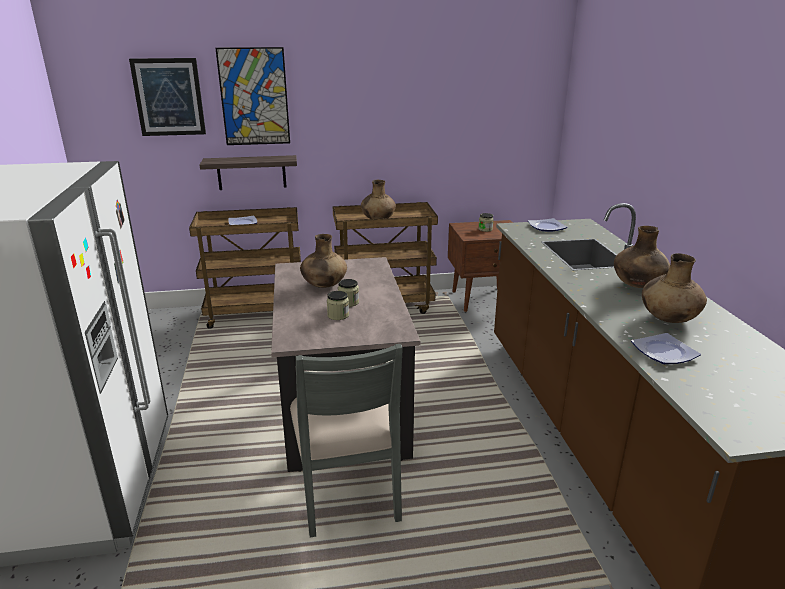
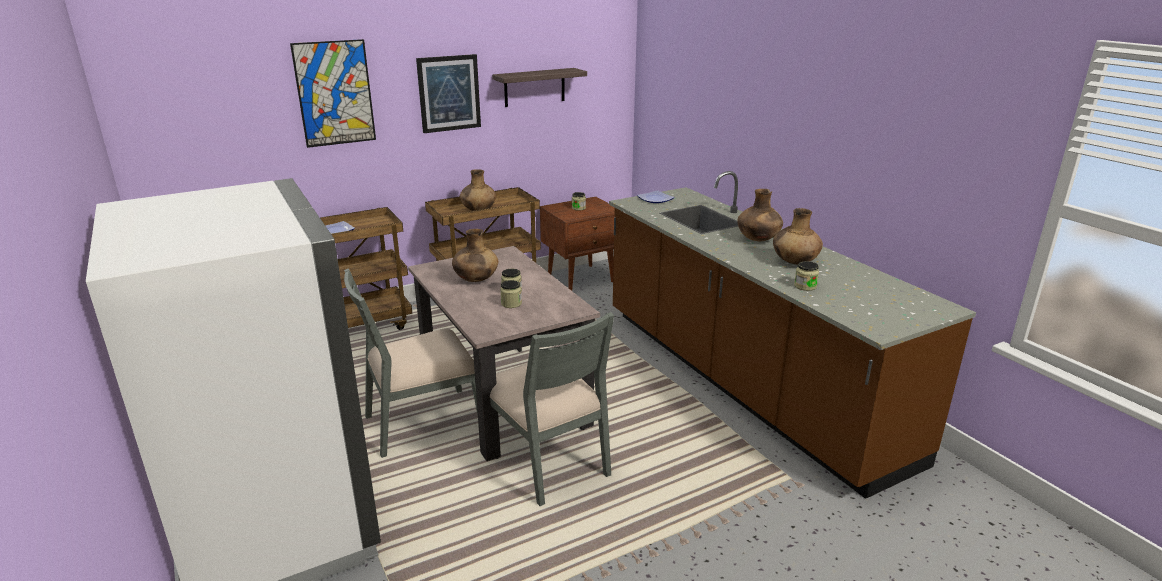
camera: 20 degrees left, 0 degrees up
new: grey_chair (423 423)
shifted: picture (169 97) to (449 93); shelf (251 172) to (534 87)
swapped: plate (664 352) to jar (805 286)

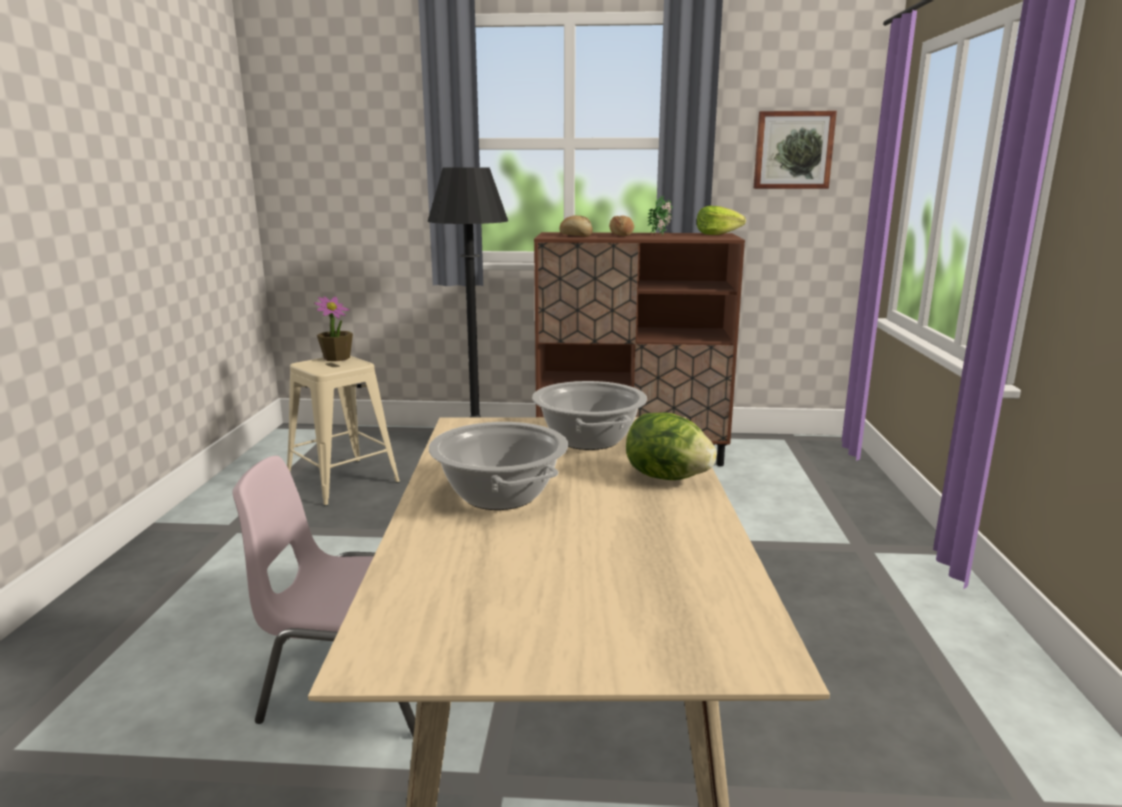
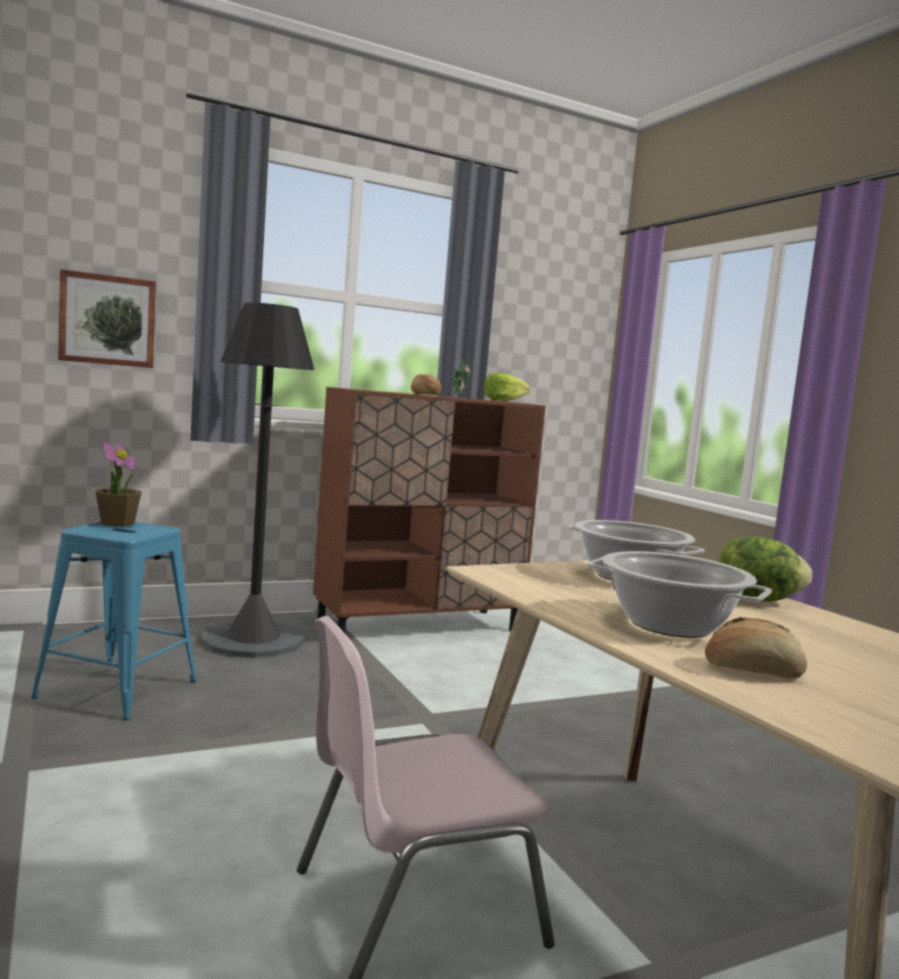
camera: 30 degrees left, 10 degrees down
shifted: picture (793 150) to (107 320); bread (576 235) to (752 671)
repainted: beige_stool (343 482) to blue_stool (118 689)

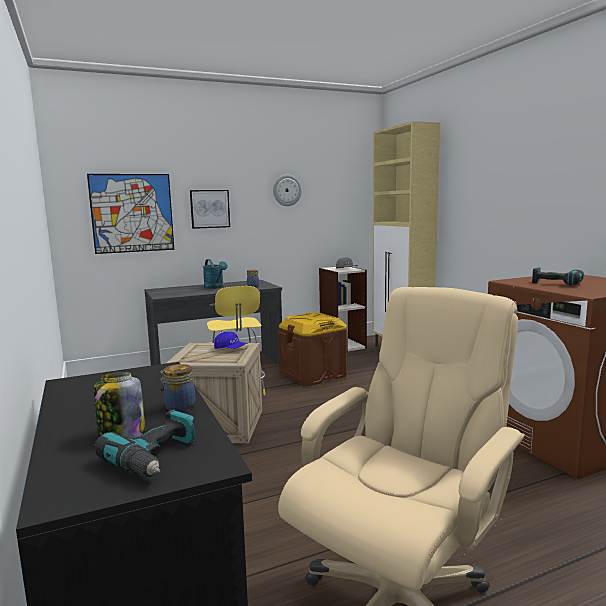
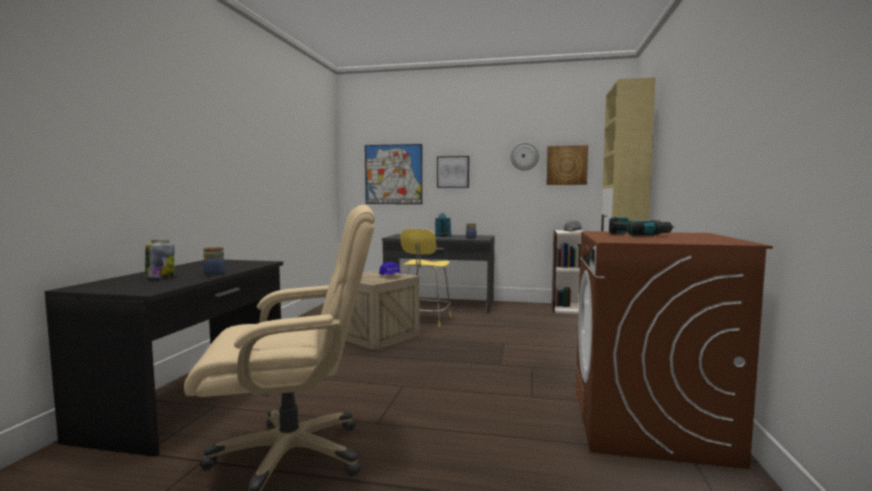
camera: 35 degrees right, 5 degrees down
gone: power_drill (156 458); brown_storage_box (313 374)
new: picture (566 165)

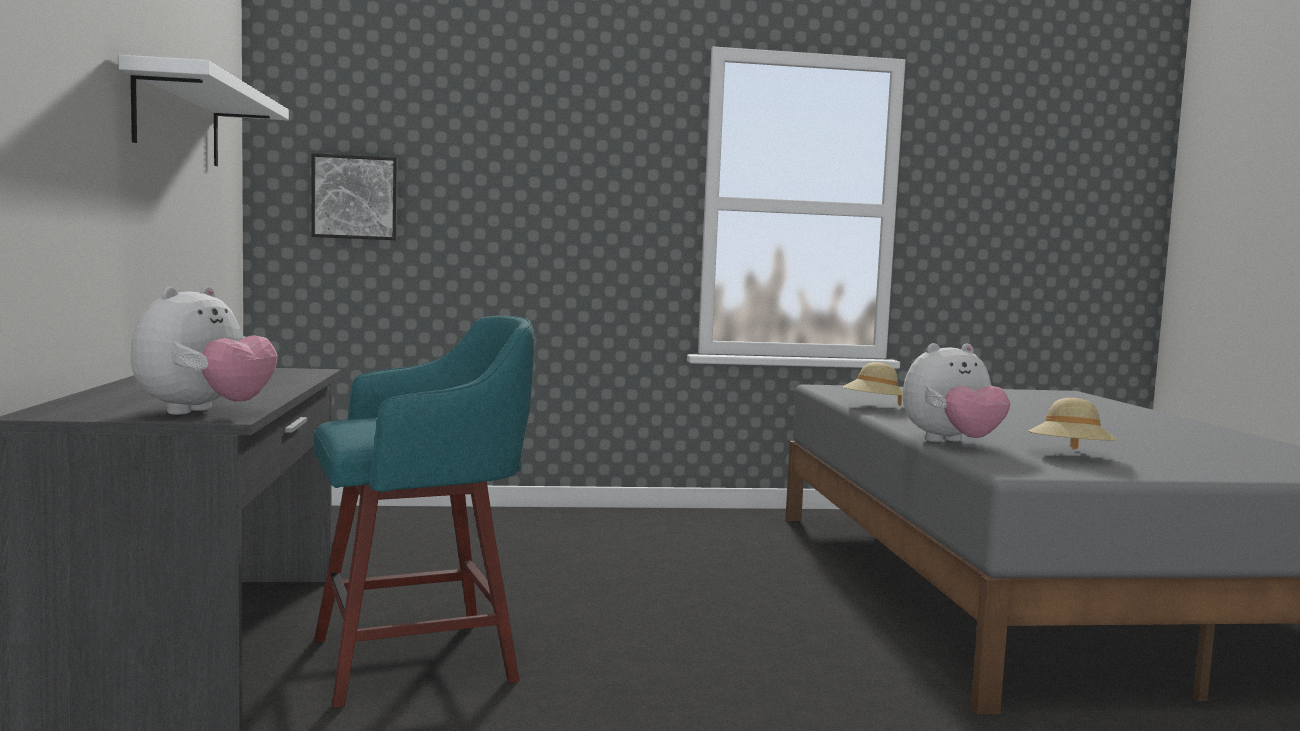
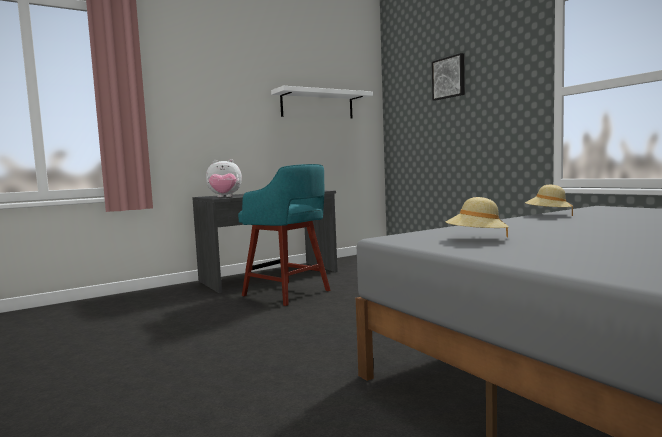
camera: 65 degrees right, 0 degrees up
gone: plush_toy (952 443)
shifted: picture (355 197) to (449 77)

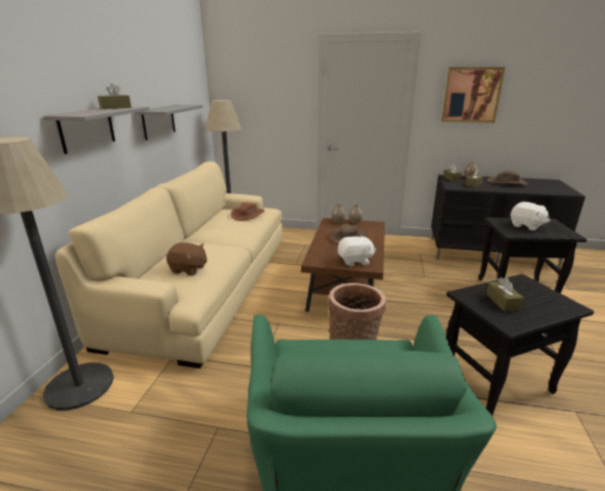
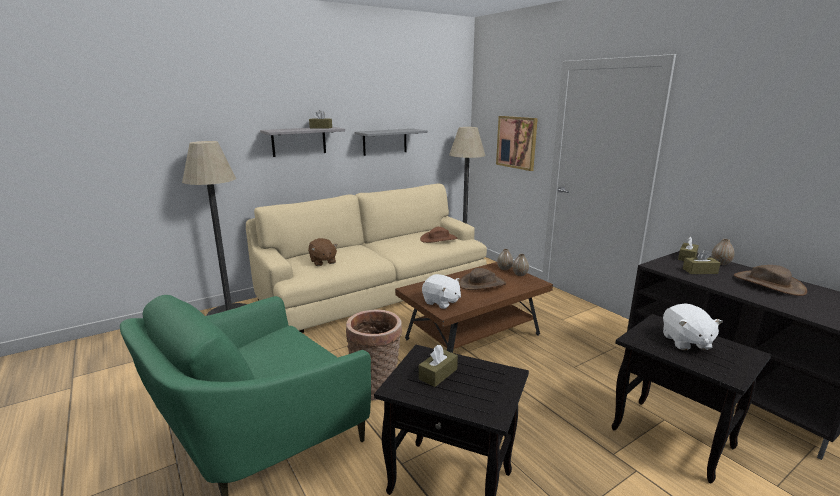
camera: 45 degrees right, 5 degrees down
shifted: picture (471 95) to (516 142)

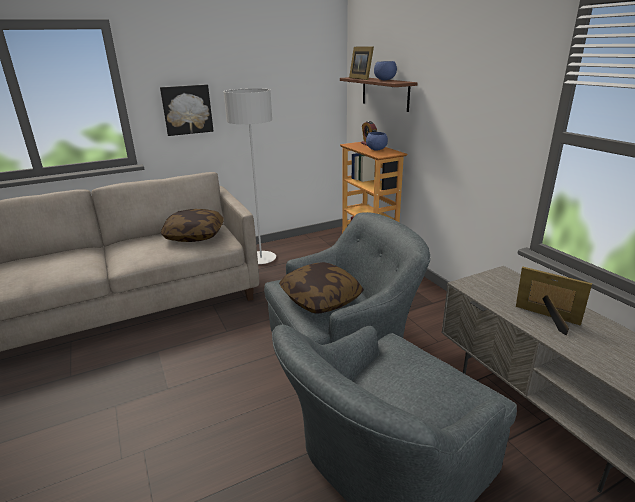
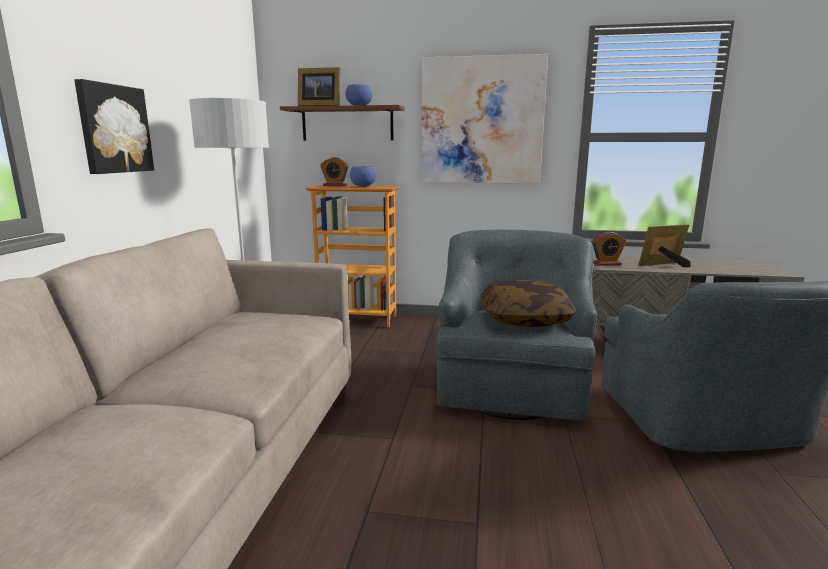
camera: 55 degrees left, 10 degrees down
gone: pillow (194 235)
new: picture (481 121); alarm_clock (606 264)

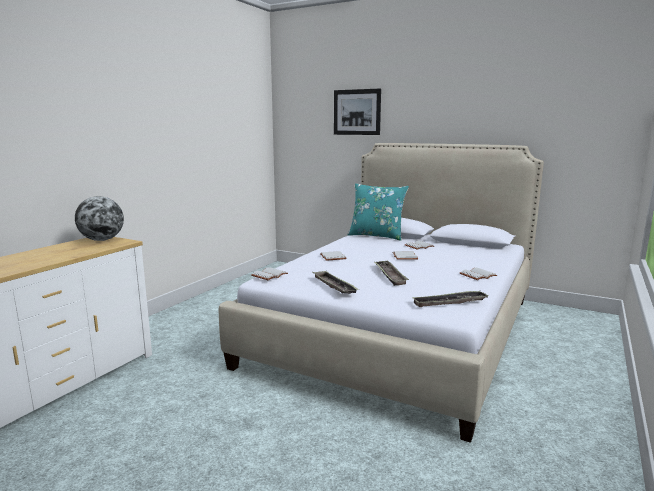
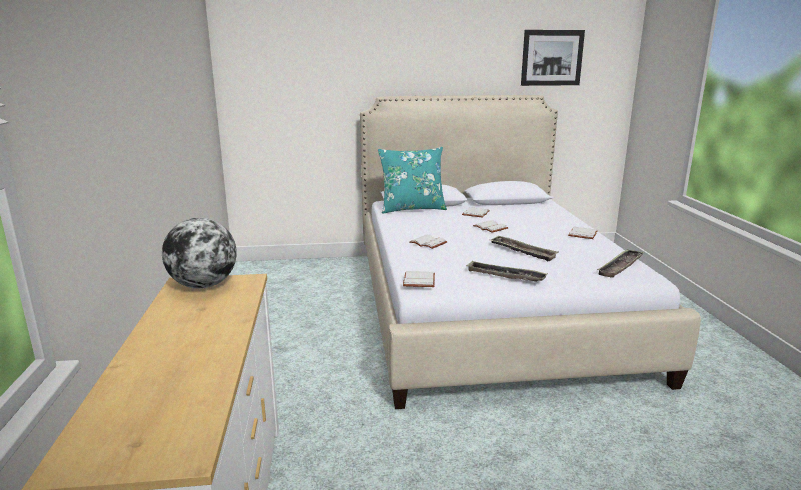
camera: 35 degrees left, 5 degrees up
shifted: picture (357 112) to (552 58)

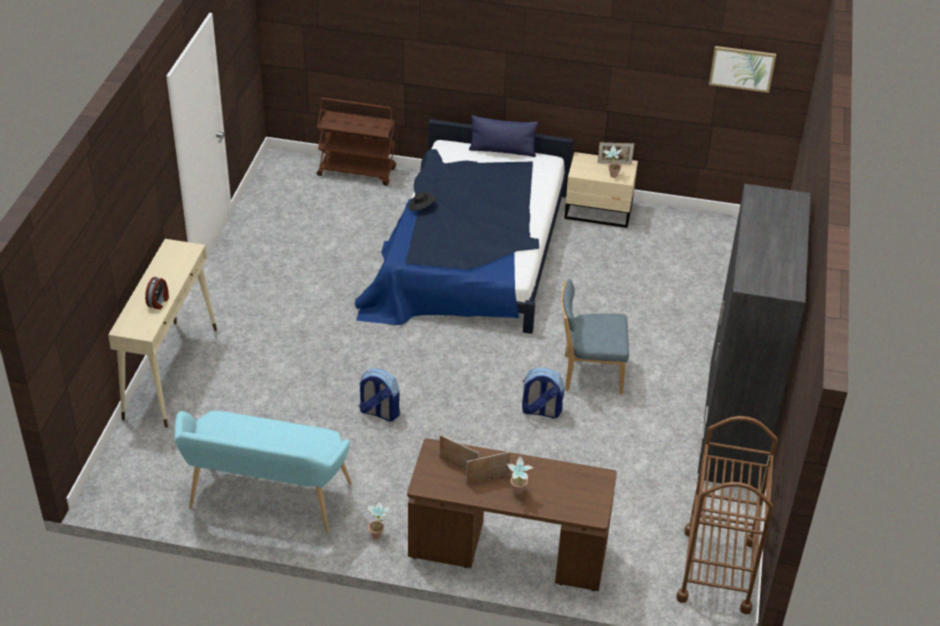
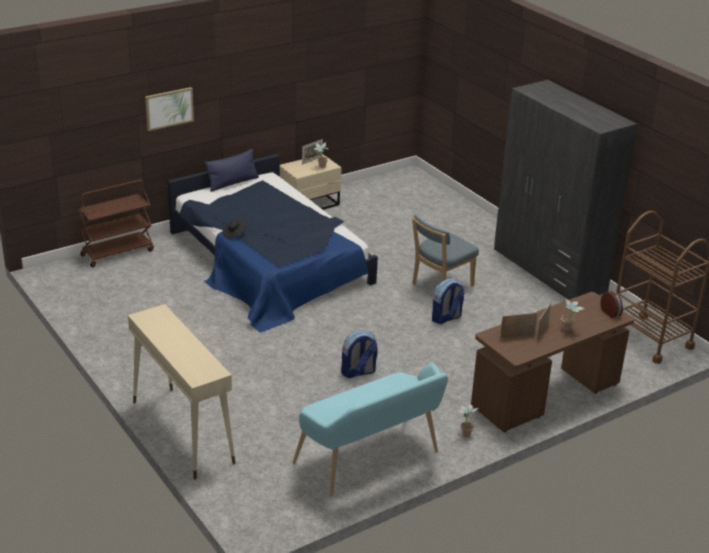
camera: 45 degrees left, 10 degrees down
shifted: picture (742 68) to (169 108); alarm_clock (159 302) to (610 312)

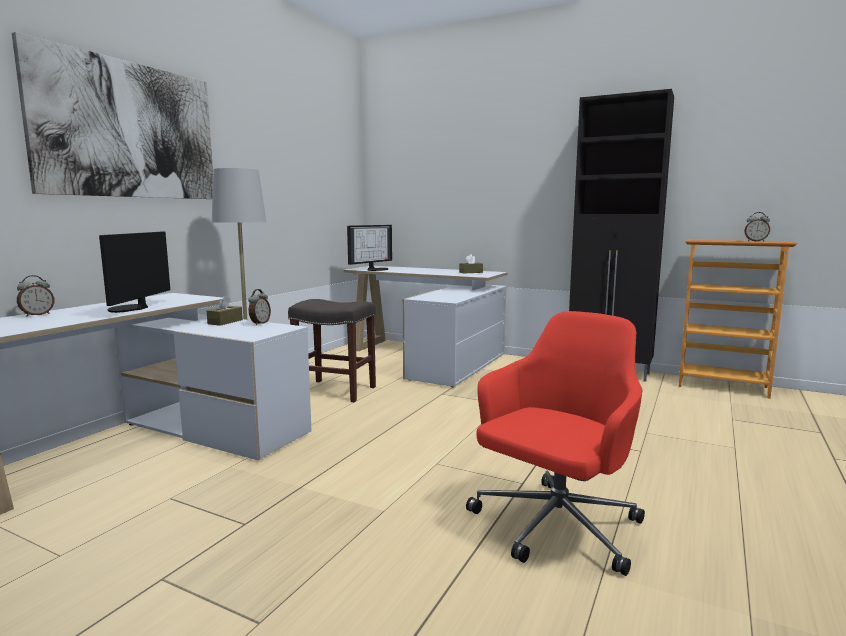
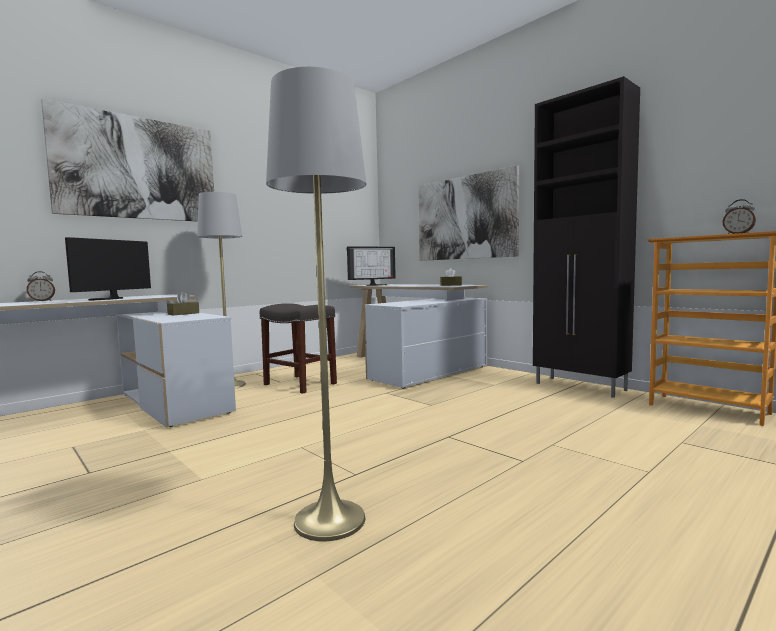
camera: 20 degrees right, 5 degrees down
gone: alarm_clock (259 323)
new: picture (465 218)
swapped: red_office_chair (555 527) to grey_floor_lamp (330 520)

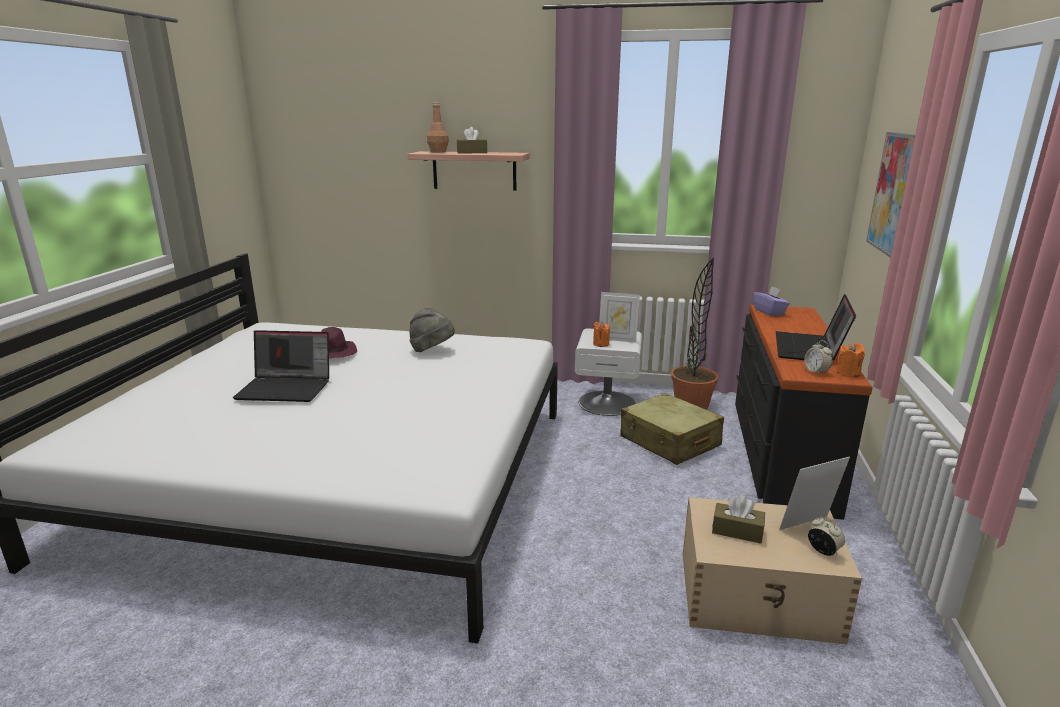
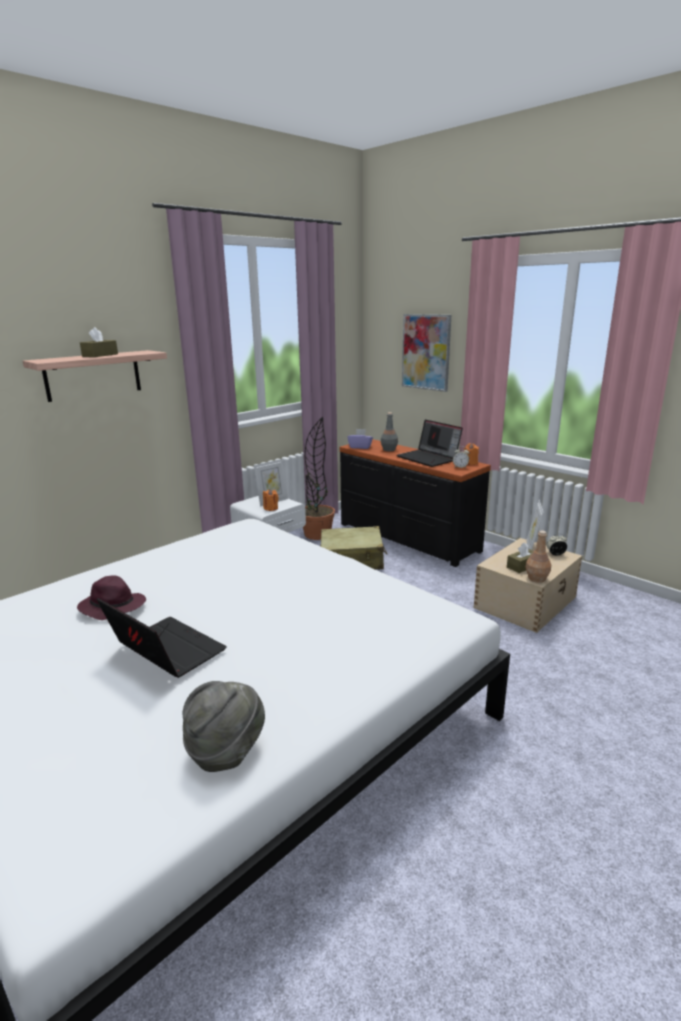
camera: 55 degrees left, 0 degrees up
new: grey_bottle (389 449)
shifted: grey_hat (432 351) to (226 750); brown_bottle (438 152) to (537 578)
rotated: laptop (287 388) = (164 651) 90 degrees counterclockwise

